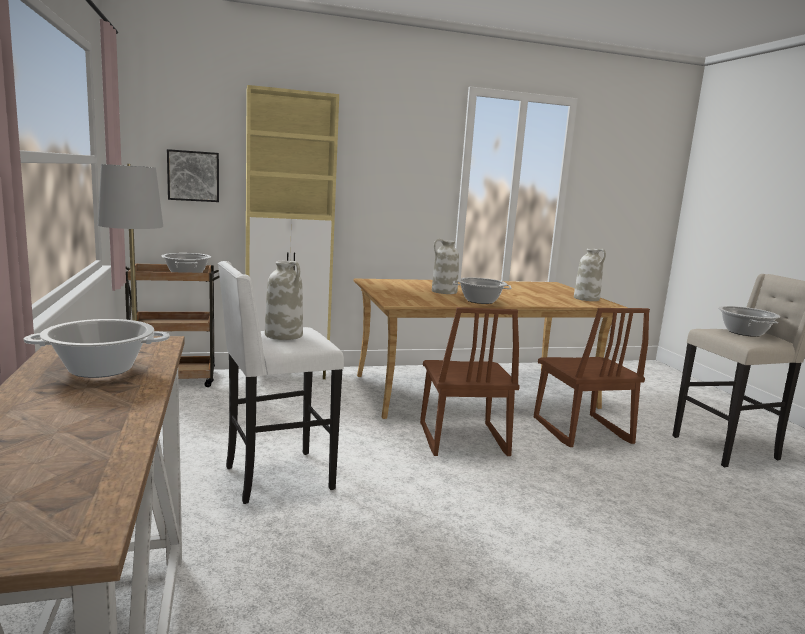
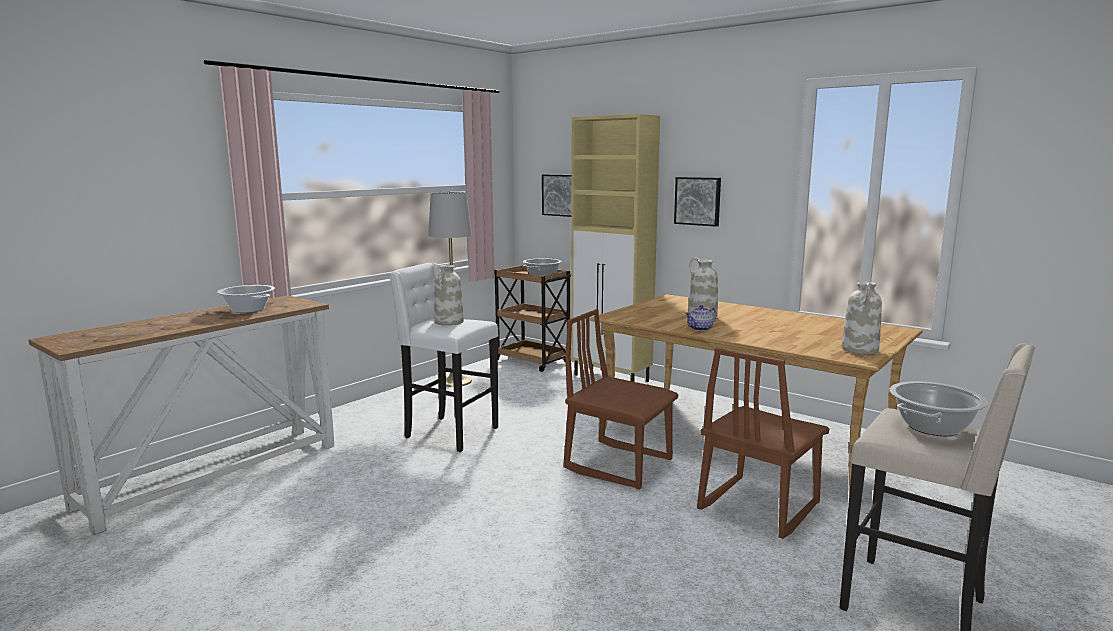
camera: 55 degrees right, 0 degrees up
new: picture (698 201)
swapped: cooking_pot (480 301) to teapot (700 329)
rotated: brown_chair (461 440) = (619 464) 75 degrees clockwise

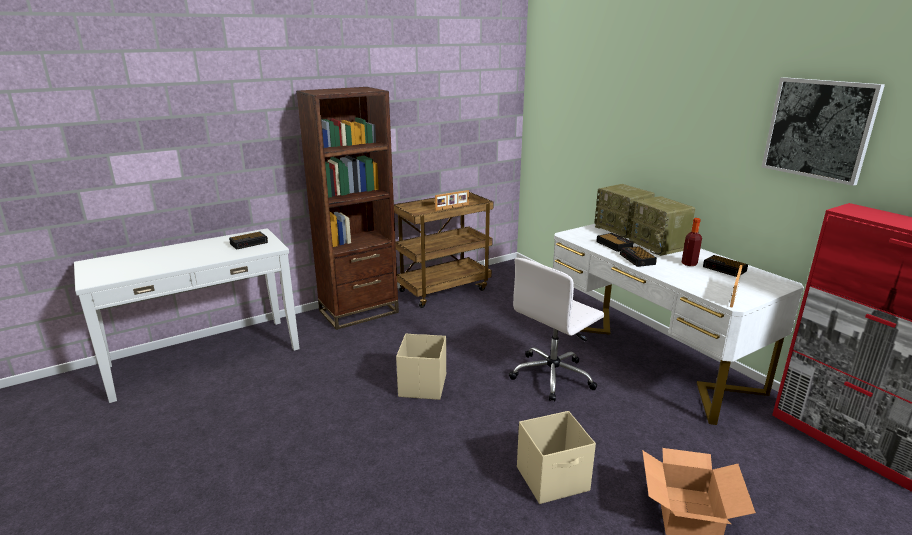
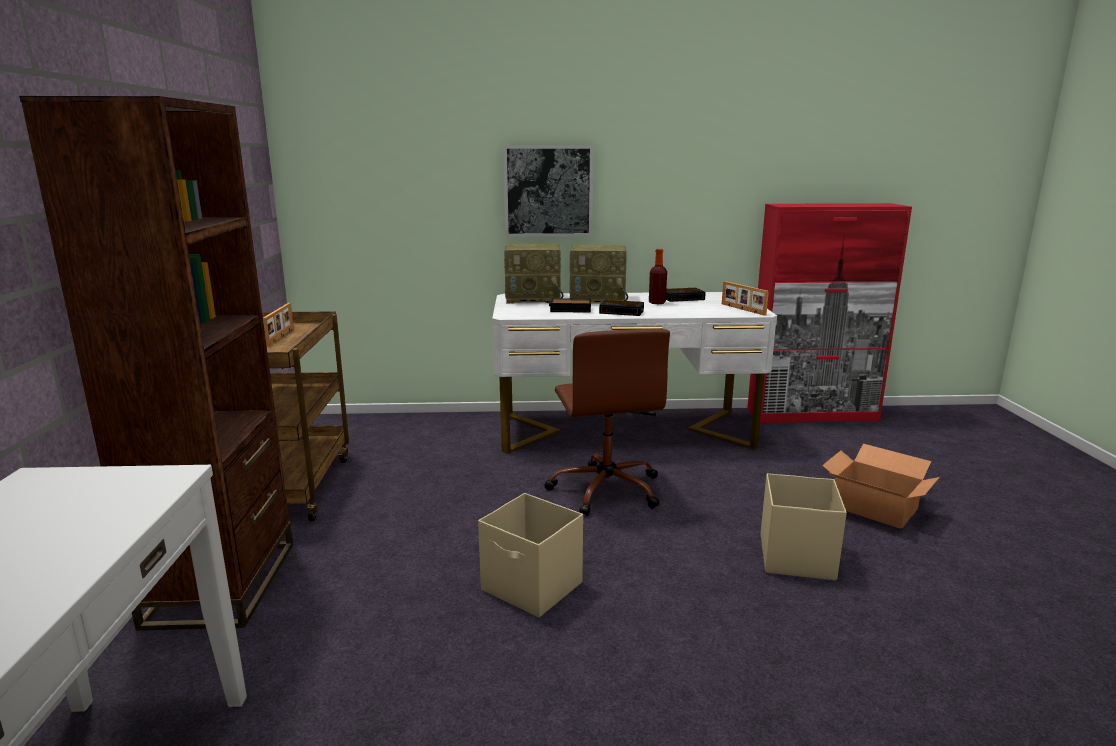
camera: 60 degrees left, 5 degrees down
gone: alarm_clock (249 243)
shifted: picture (819 129) to (548 191)
repainted: white_office_chair (553 376) to brown_office_chair (606 489)

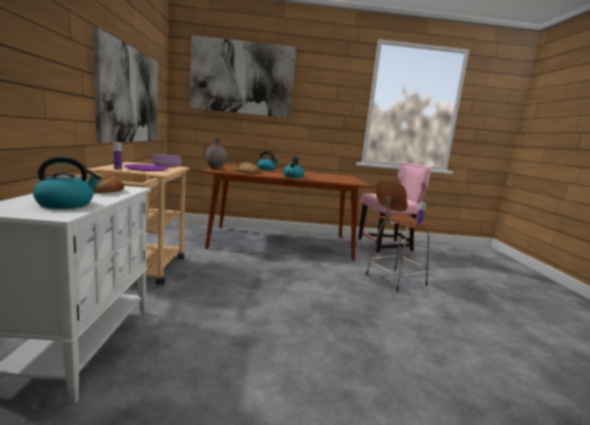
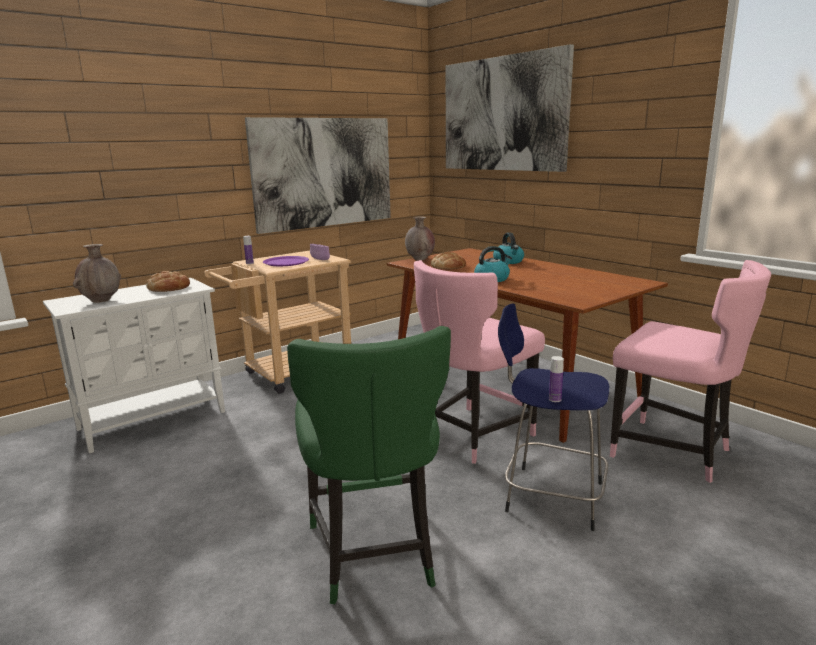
camera: 55 degrees right, 5 degrees up
new: green_chair (373 555); pink_chair (473 436)
swapped: kettle (66 204) to brown_vase (102 301)
repainted: brown_stool (394 280) to blue_stool (550 496)

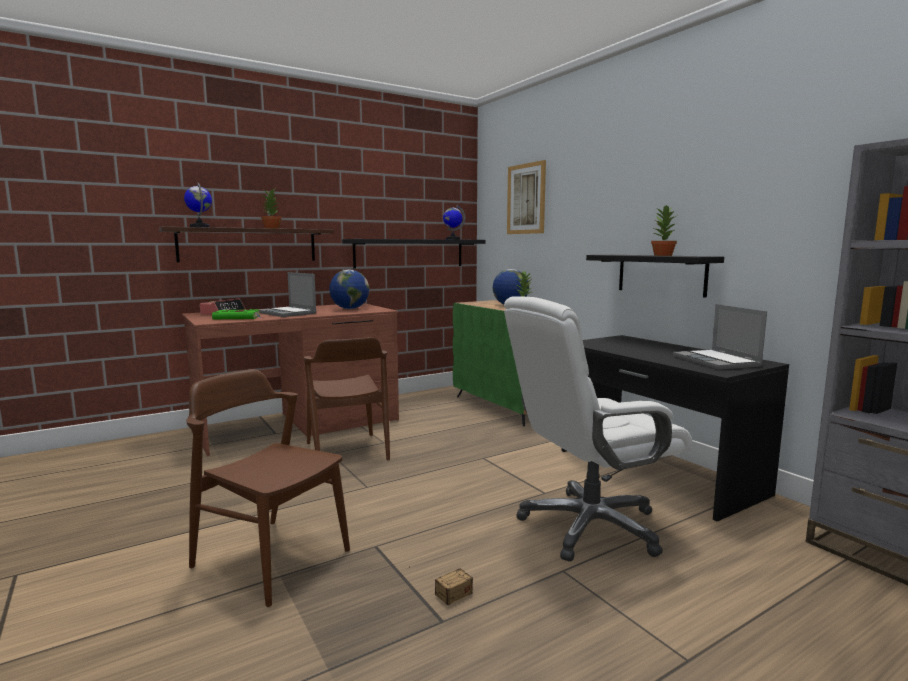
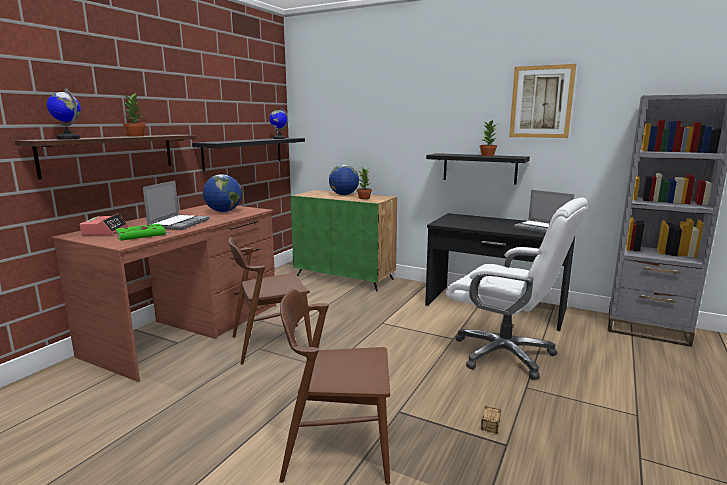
camera: 30 degrees left, 5 degrees up
shifted: picture (526 199) to (541 102)
rotated: laptop (288 313) = (179 223) 90 degrees counterclockwise; brown_chair (346 452) = (271 343) 120 degrees clockwise; white_office_chair (589 526) = (505 354) 90 degrees counterclockwise

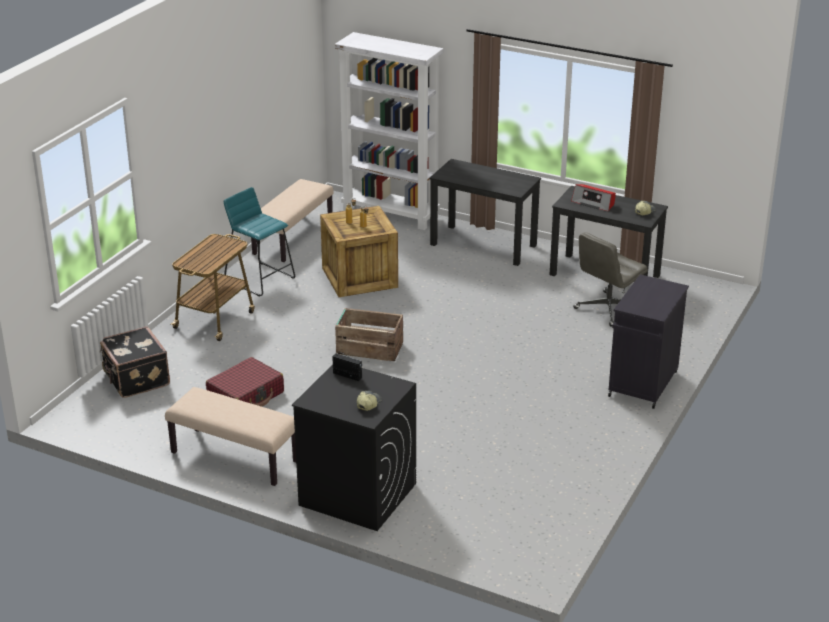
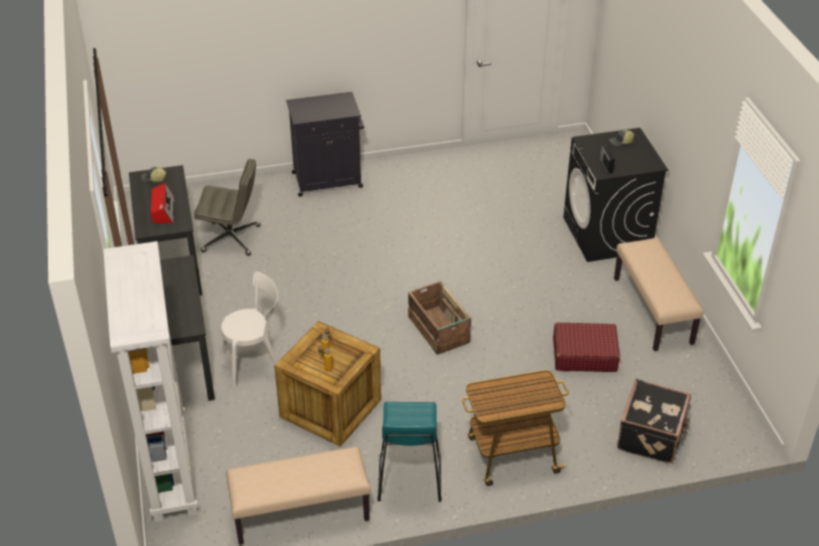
camera: 130 degrees left, 10 degrees up
new: white_chair (255 362)

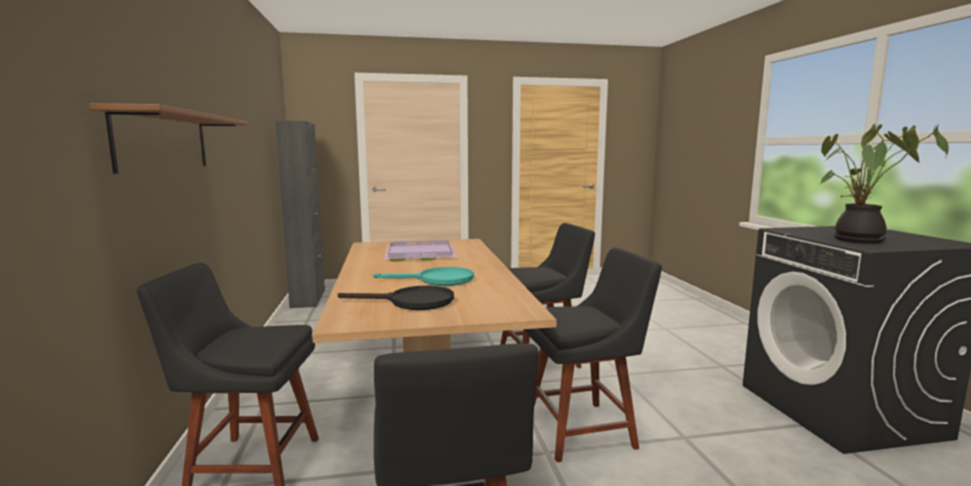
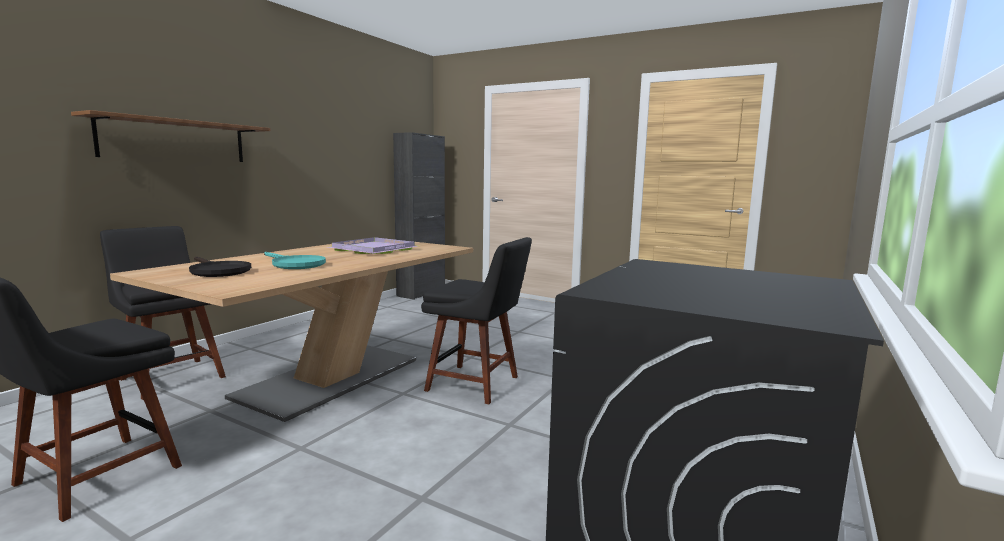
camera: 40 degrees right, 0 degrees up
gone: black_chair (584 429); potted_plant (860 241)

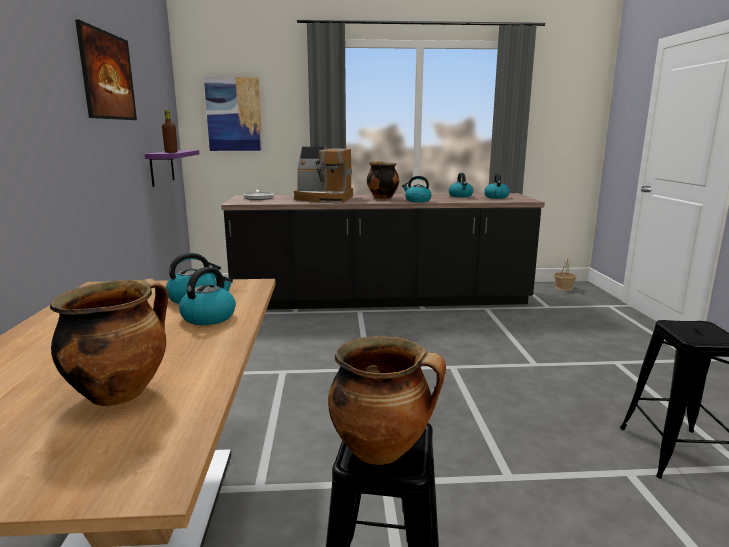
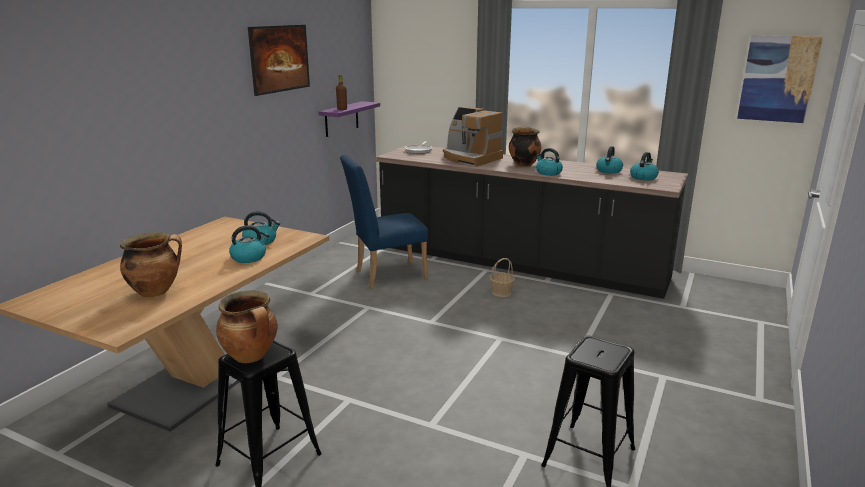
camera: 30 degrees right, 5 degrees up
new: blue_chair (385 275)
shifted: basket (563 288) to (502 292); picture (234 114) to (778 79)

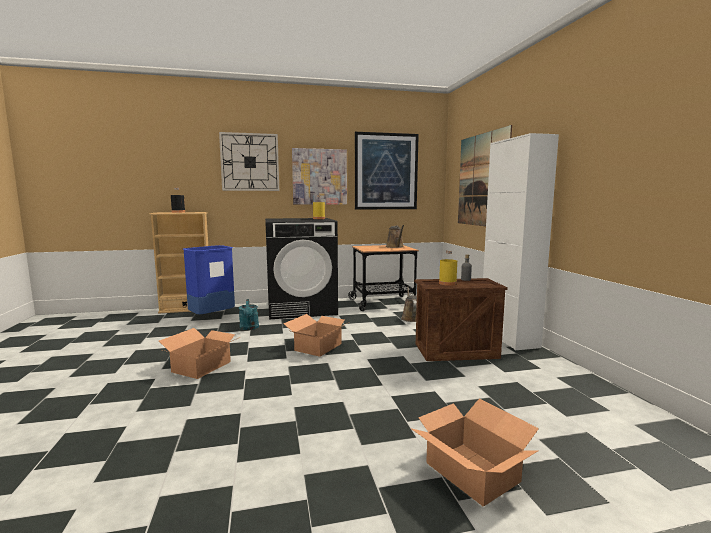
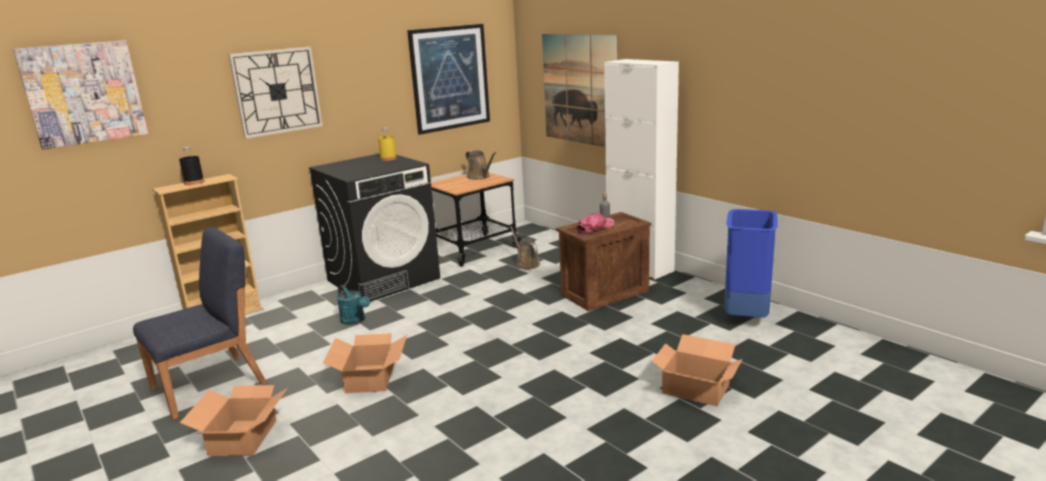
camera: 25 degrees left, 10 degrees up
new: blue_chair (210 385)
shifted: picture (319 177) to (84 93); cardboard_box (319 347) to (244 437); blue_trash_can (212 317) to (745 316)
swapped: yellow_bottle (447 283) to cap (595 228)

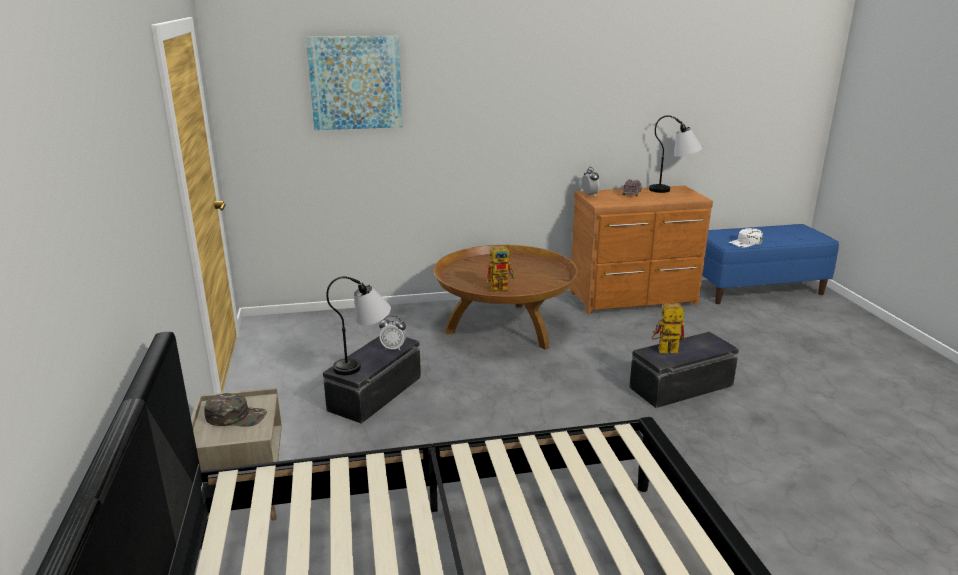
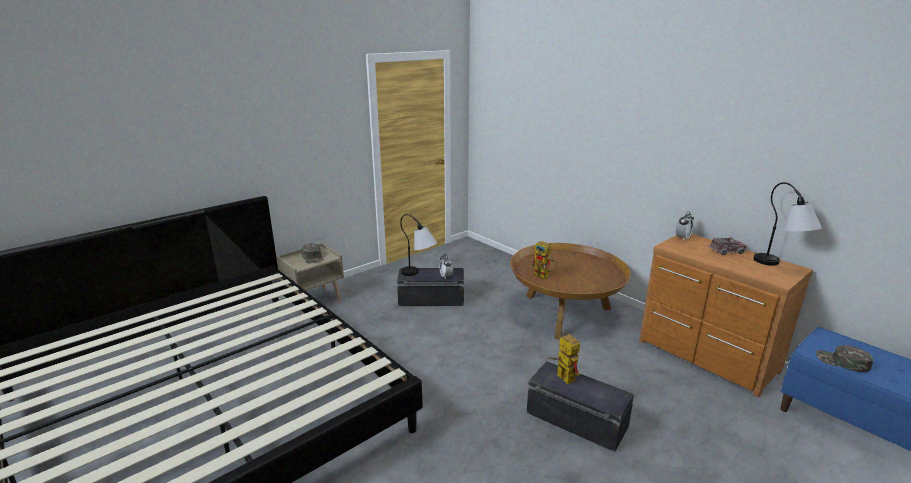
camera: 60 degrees right, 0 degrees up
gone: picture (355 83)
repainted: white_cap (745 243) to green_cap (842 362)

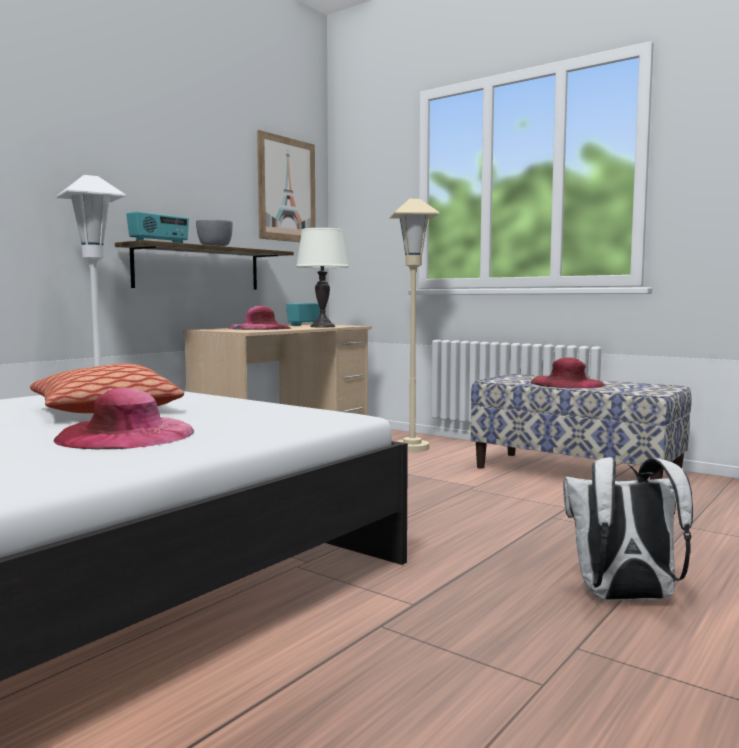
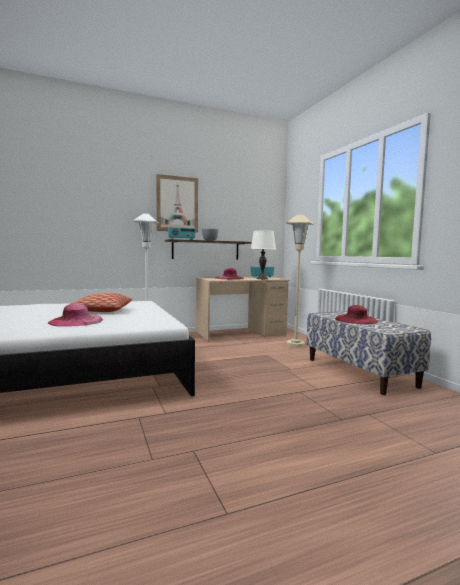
camera: 30 degrees right, 0 degrees up
gone: white_backpack (624 598)
shifted: picture (287 190) to (177 204)

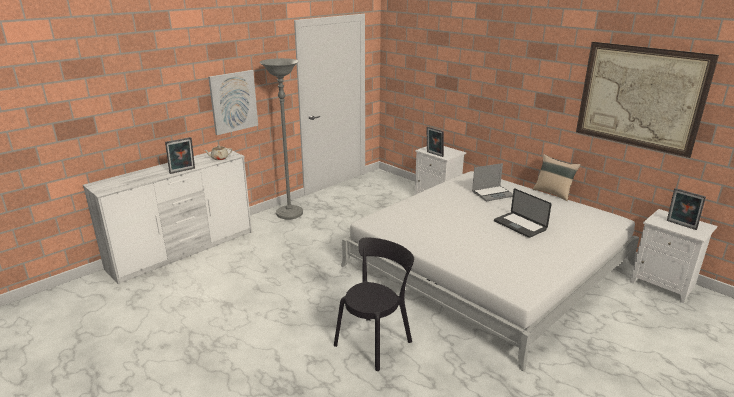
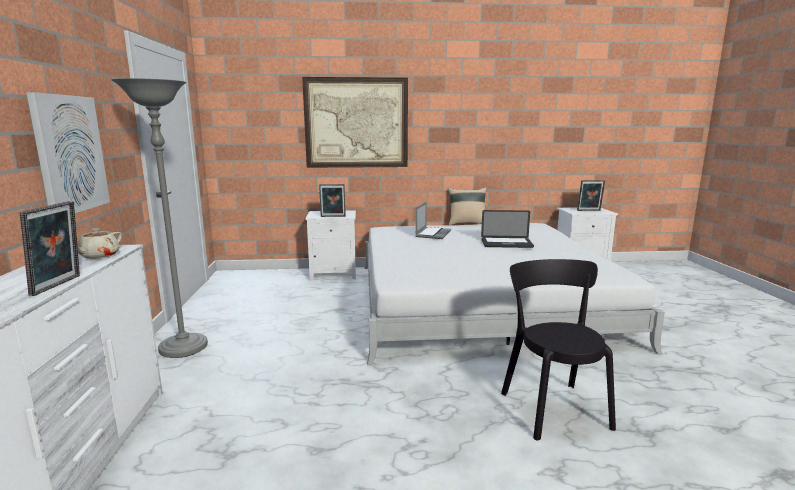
camera: 50 degrees left, 10 degrees down
shifted: picture (640 97) to (356 123)

